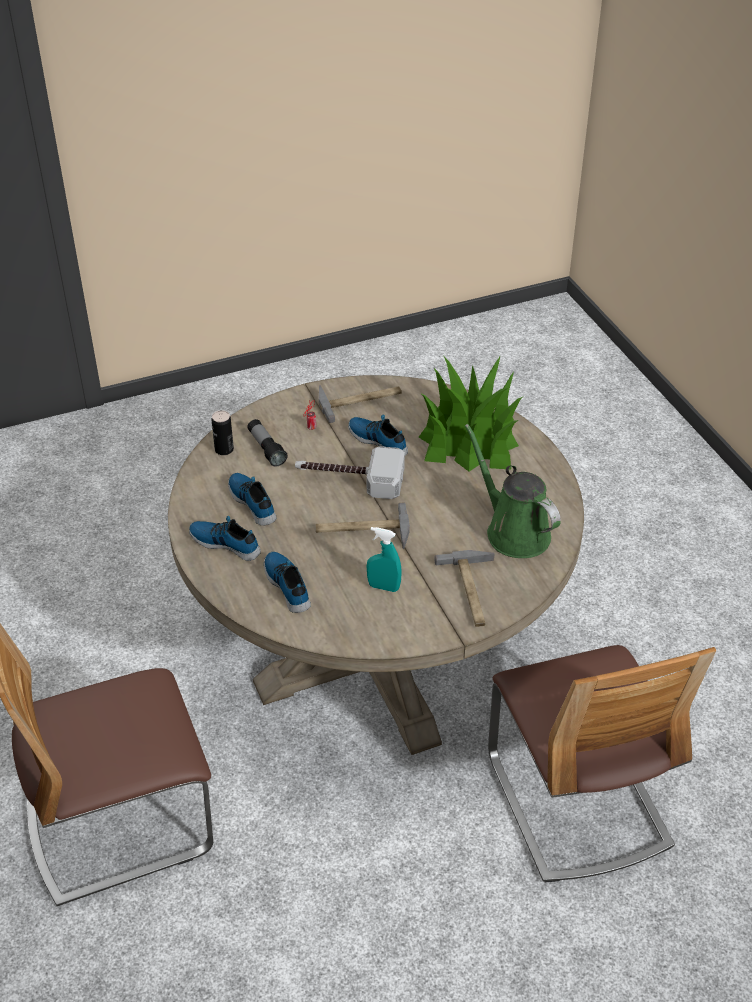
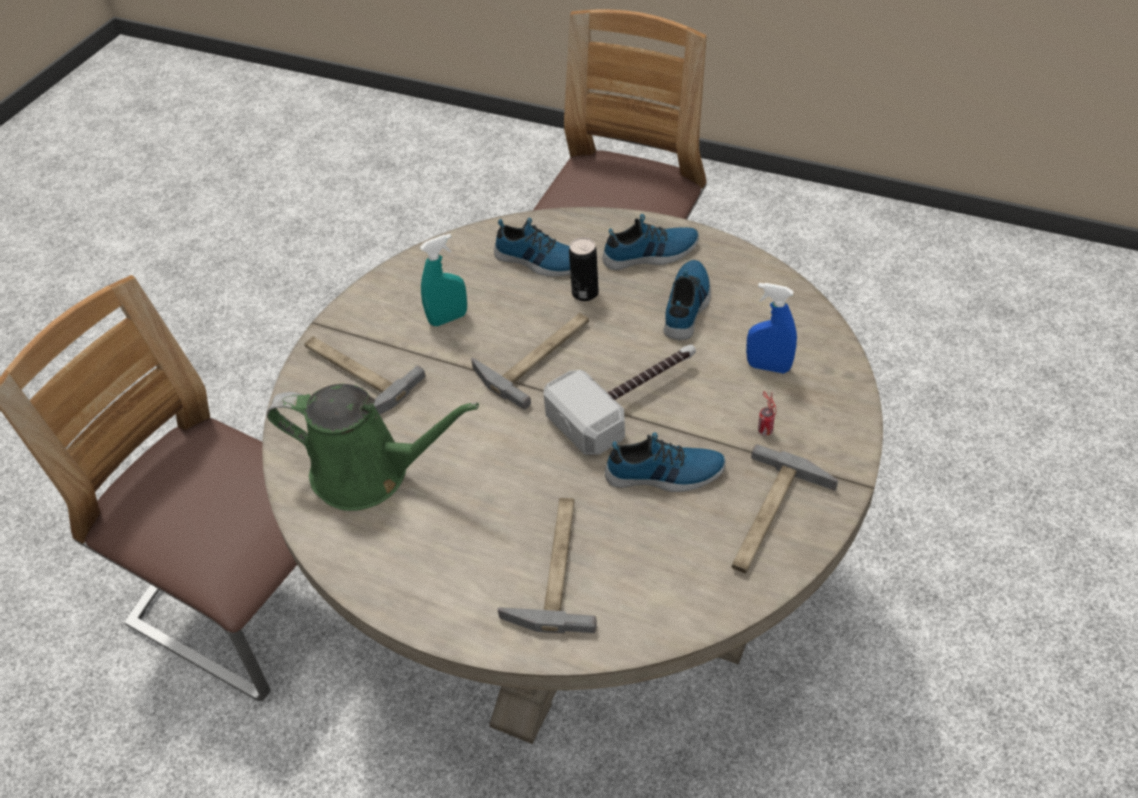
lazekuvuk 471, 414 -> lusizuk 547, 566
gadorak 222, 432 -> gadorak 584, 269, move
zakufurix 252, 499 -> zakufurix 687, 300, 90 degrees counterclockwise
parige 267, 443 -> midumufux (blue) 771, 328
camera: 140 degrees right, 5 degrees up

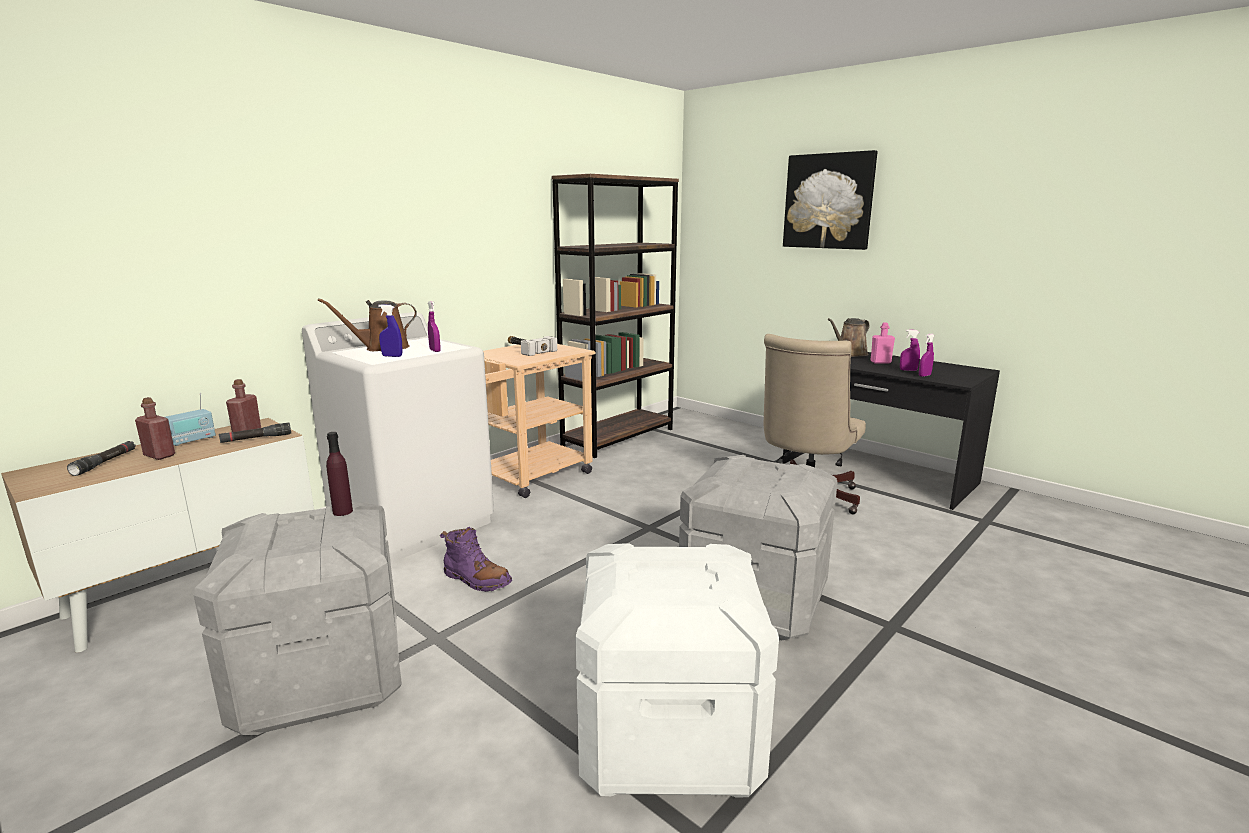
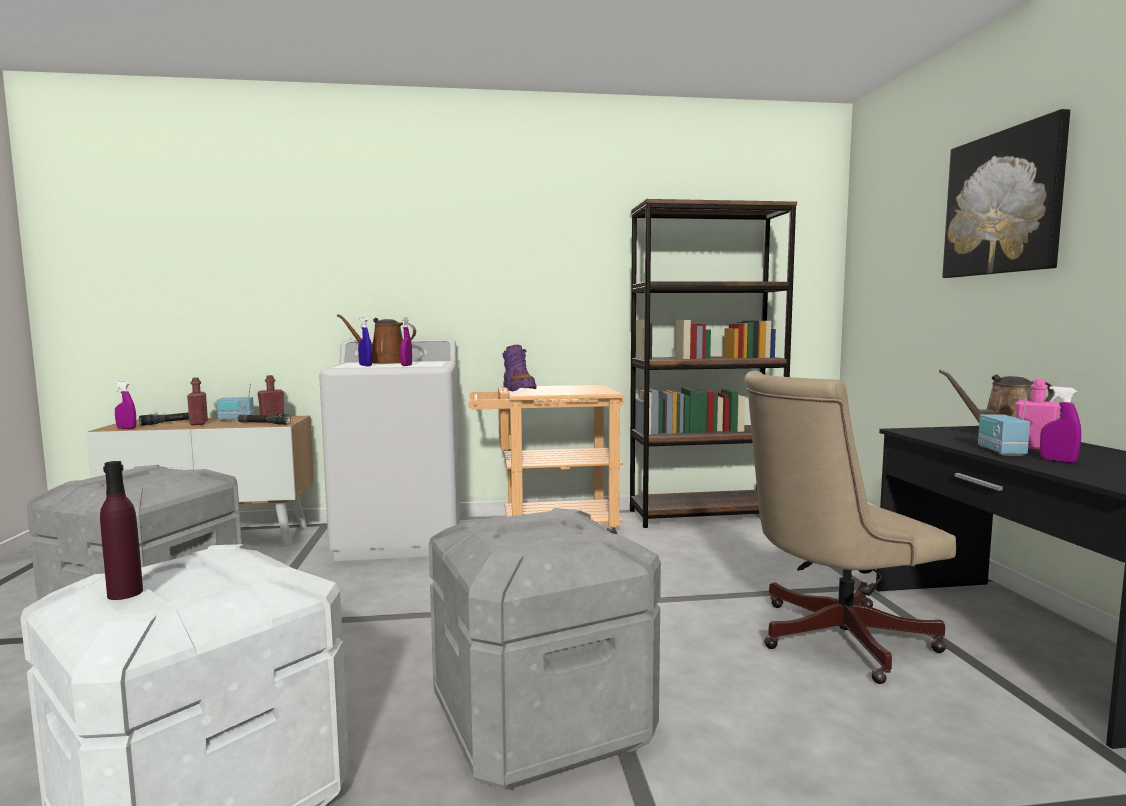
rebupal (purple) 339, 474 -> rebupal (purple) 121, 530, move
midumufux (purple) 927, 355 -> midumufux (purple) 125, 405, move
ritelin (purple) 475, 559 -> ritelin (purple) 519, 368, move
none -> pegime 1004, 427
lusizuk 532, 346 -> none
camera: 40 degrees right, 10 degrees down

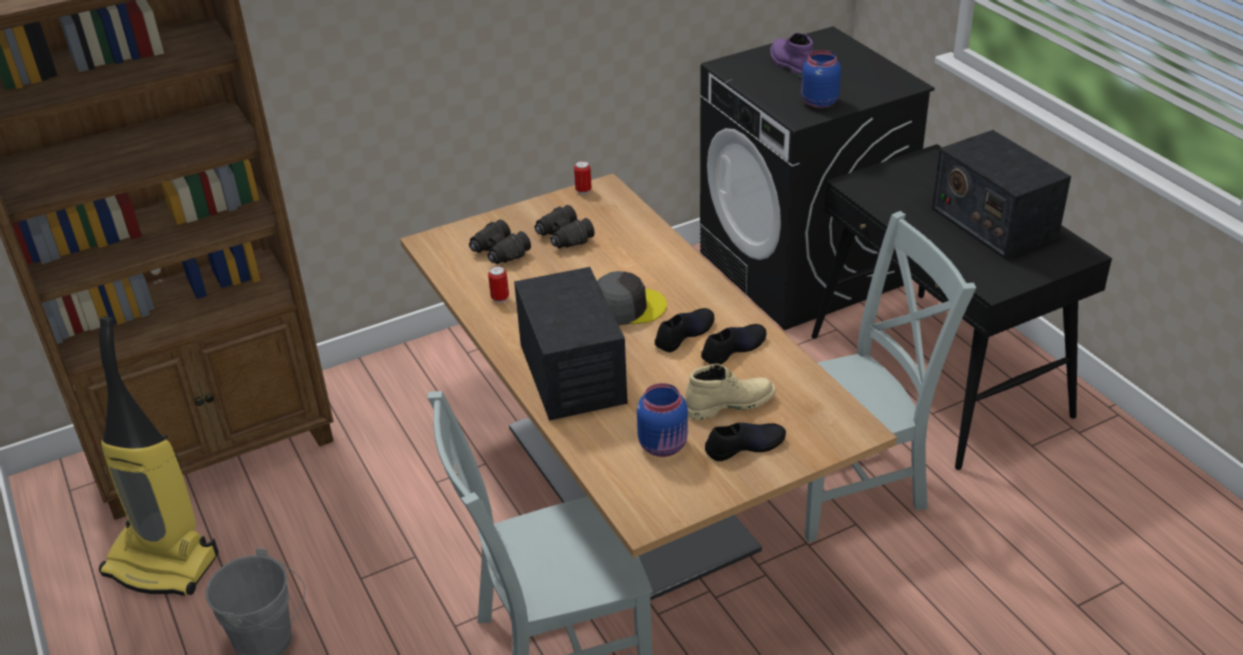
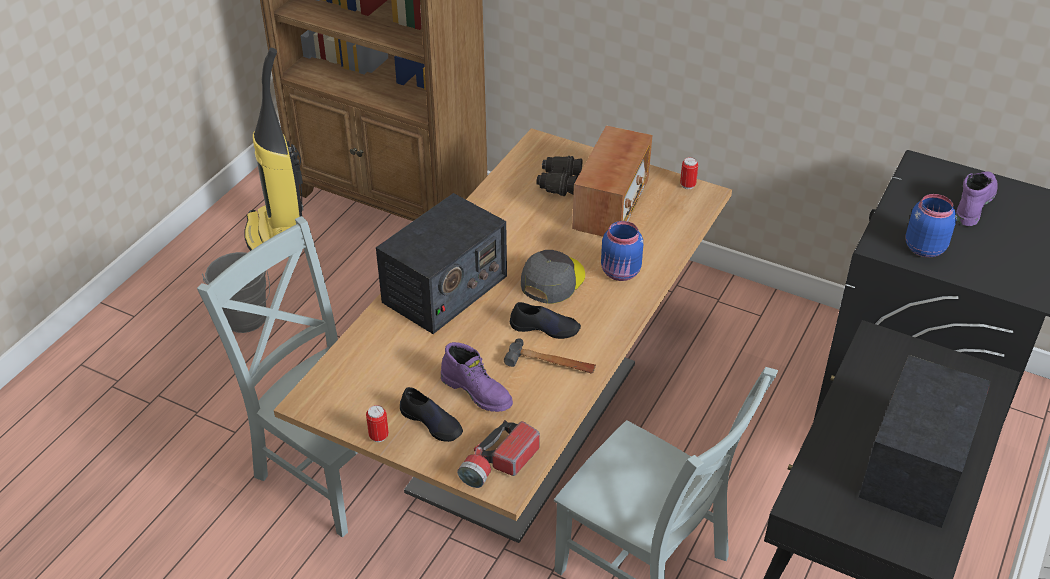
gadorak 498, 284 -> gadorak 377, 423, move
ritelin (beige) 730, 392 -> ritelin (purple) 477, 377
none -> parige 498, 454
zakufurix (black) 734, 344 -> lusizuk 550, 356
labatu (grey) 632, 298 -> labatu (grey) 553, 277, 105 degrees counterclockwise
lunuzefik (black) 565, 226 -> pegime 612, 181
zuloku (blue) 662, 420 -> zuloku (blue) 622, 251, move
camera: 55 degrees right, 5 degrees up

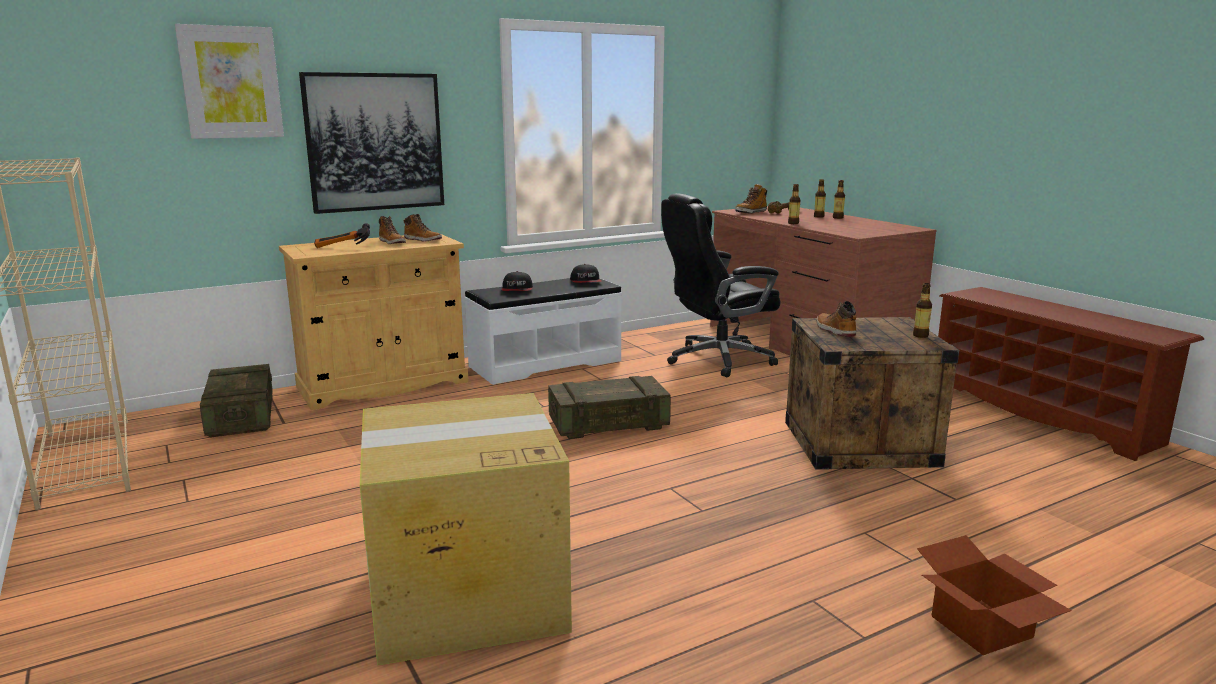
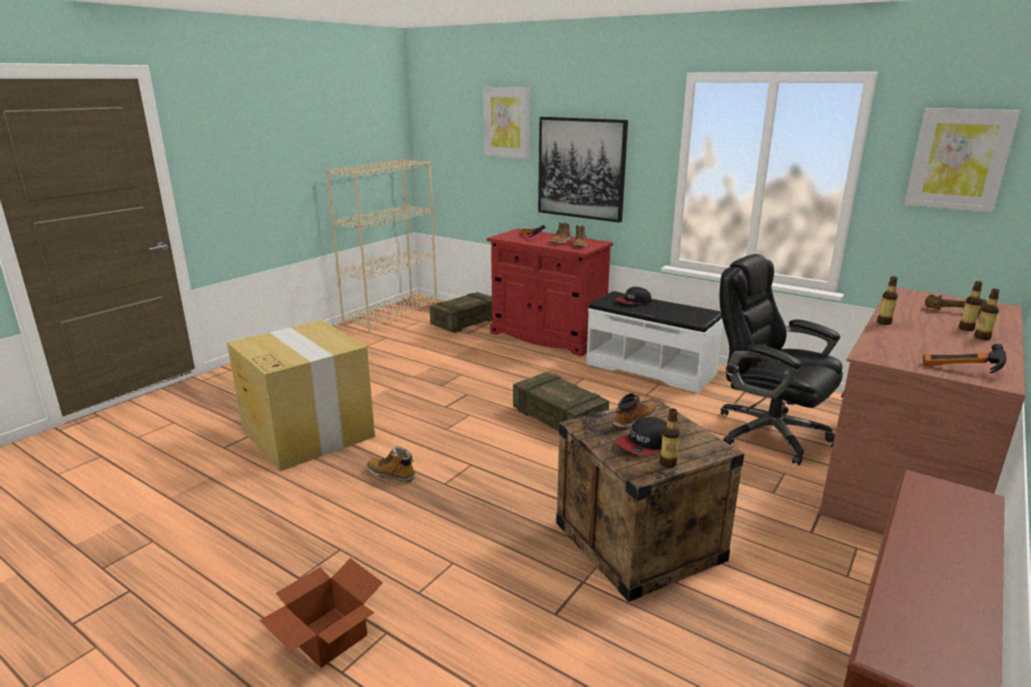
ritelin 751, 198 -> ritelin 391, 464, move
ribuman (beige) 374, 322 -> ribuman (red) 550, 292
labatu 586, 273 -> labatu 641, 436, move
none -> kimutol 963, 160
none -> lusizuk 964, 358
camera: 65 degrees right, 5 degrees up

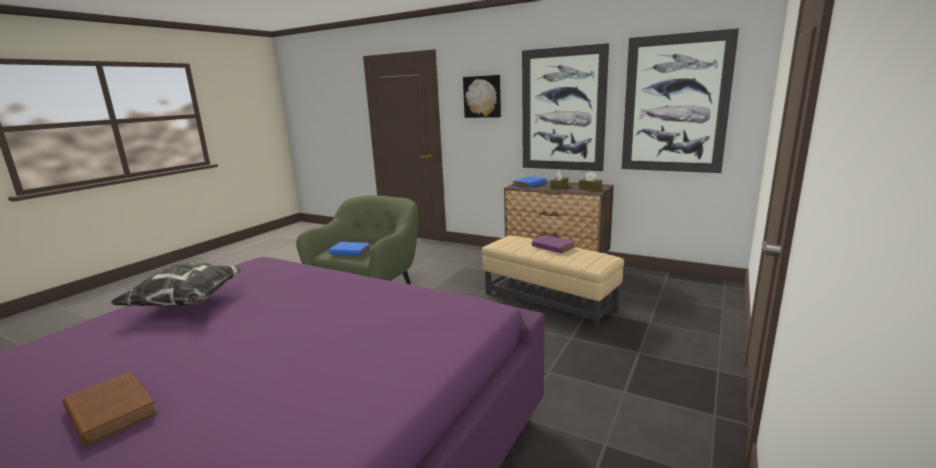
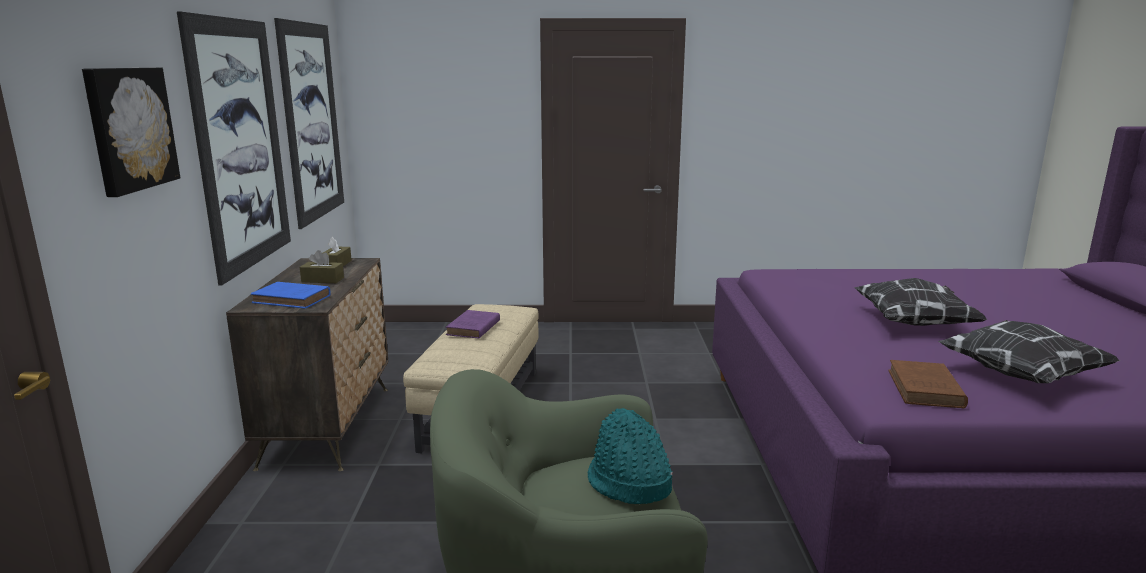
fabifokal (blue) 350, 249 -> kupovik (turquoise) 630, 456
none -> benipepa 921, 302
fabifokal (brown) 110, 409 -> fabifokal (brown) 928, 384, move
camera: 120 degrees left, 0 degrees up

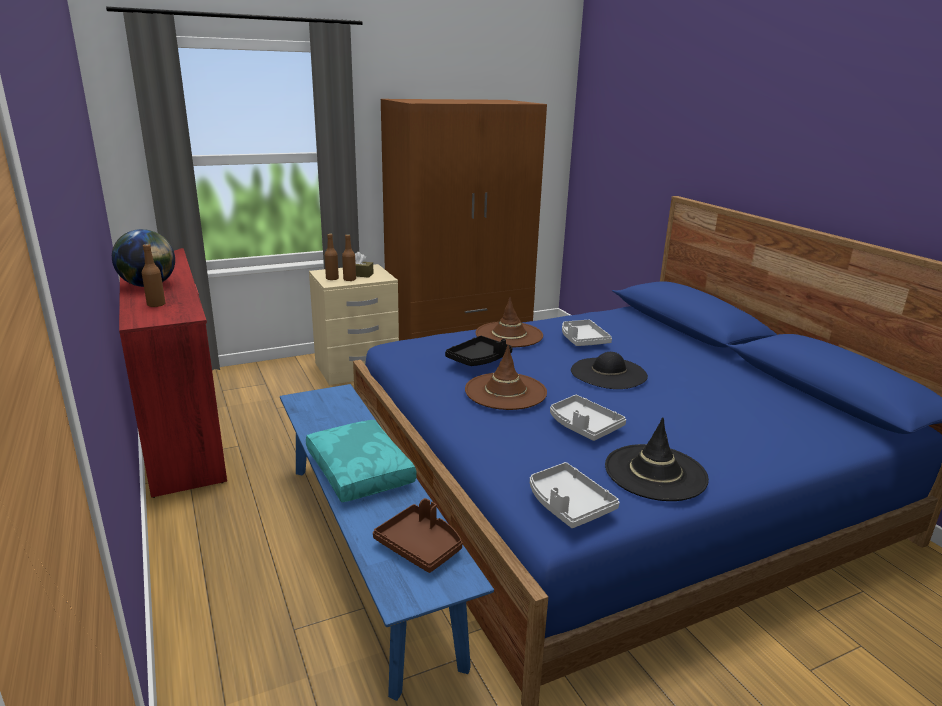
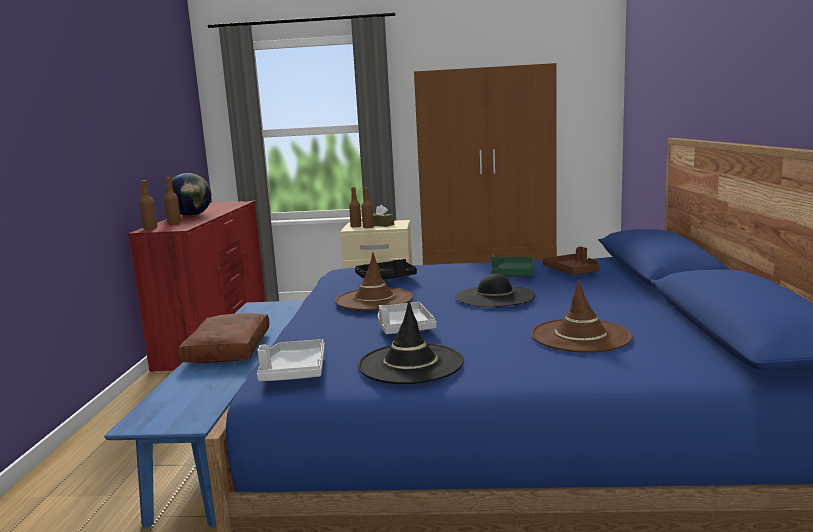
none -> rebupal (brown) 149, 205
benipepa (turquoise) 361, 461 -> benipepa (brown) 223, 338
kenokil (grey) 587, 333 -> kenokil (green) 512, 265
kupovik (brown) 509, 322 -> kupovik (brown) 582, 316, move
kenokil (brown) 418, 535 -> kenokil (brown) 571, 261, move
camera: 30 degrees right, 10 degrees down

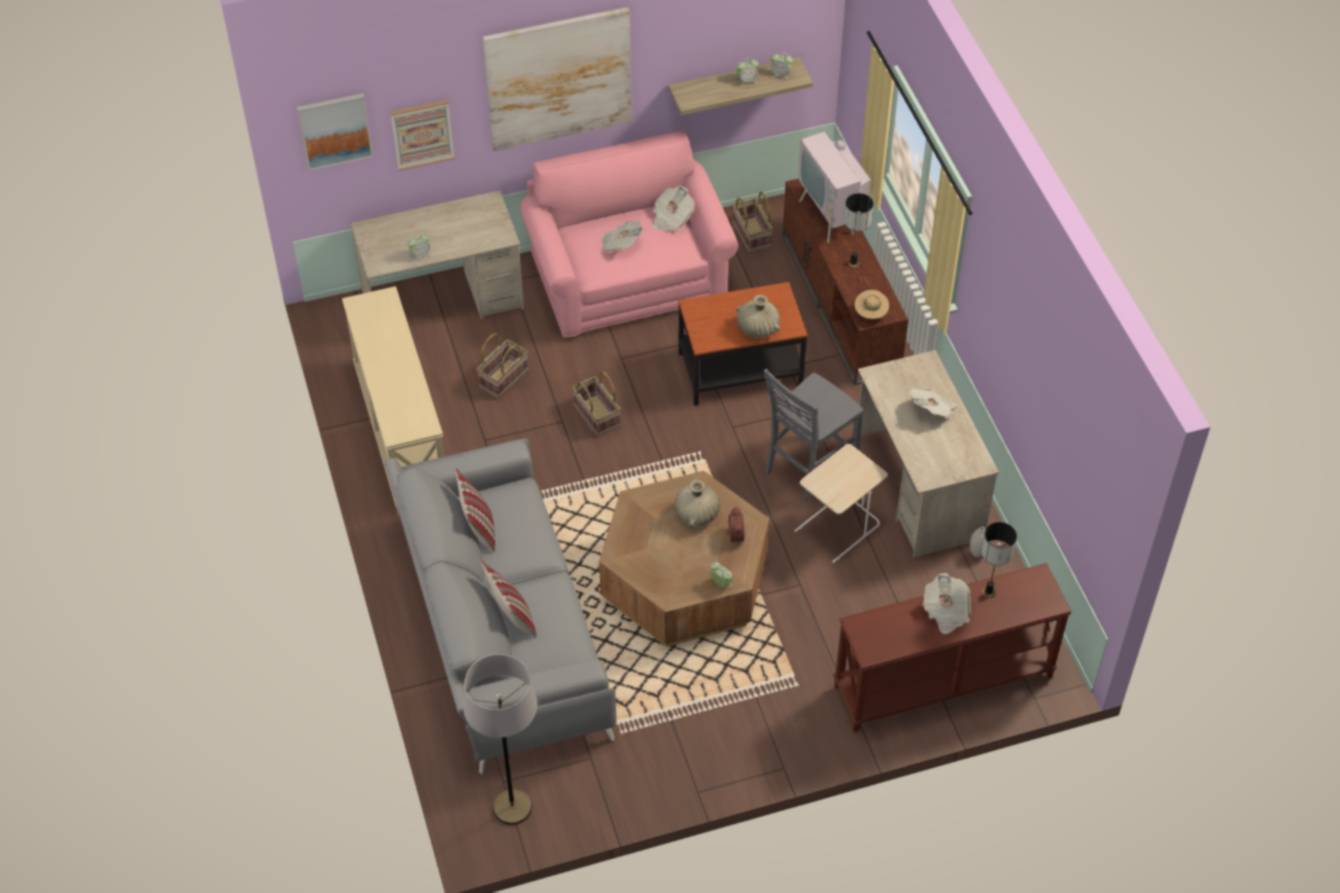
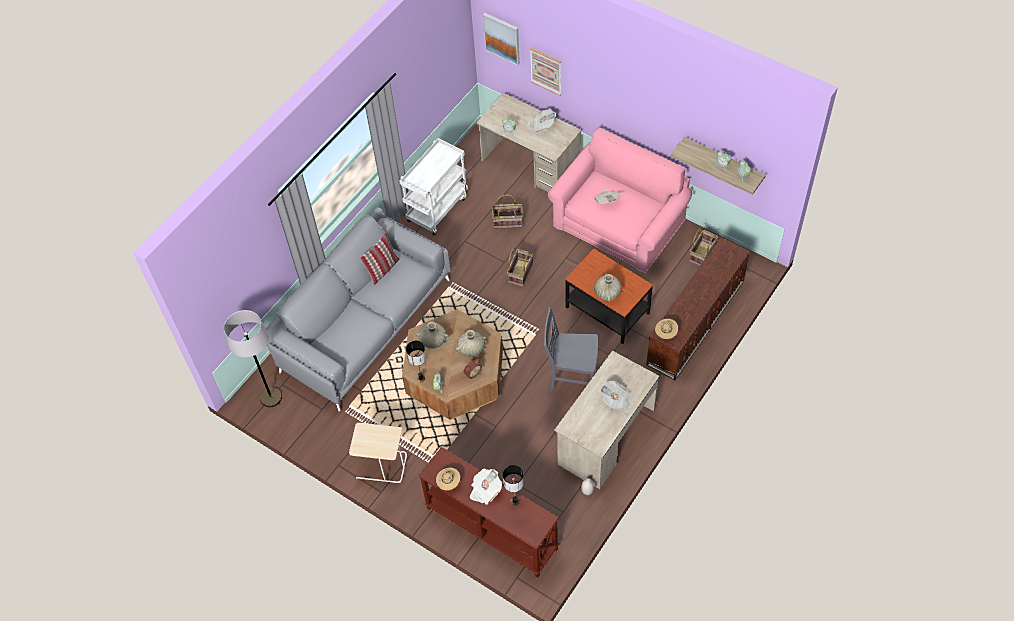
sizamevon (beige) 841, 503 -> sizamevon (beige) 378, 453, move
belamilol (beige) 393, 400 -> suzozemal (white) 433, 187
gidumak 858, 230 -> gidumak 416, 361, move
none -> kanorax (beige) 432, 335
none -> kupovik (beige) 448, 479
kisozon 674, 209 -> kisozon 542, 121, move
benipepa 509, 599 -> none
kimutol 557, 79 -> none
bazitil 834, 174 -> none
camera: 55 degrees right, 5 degrees up

